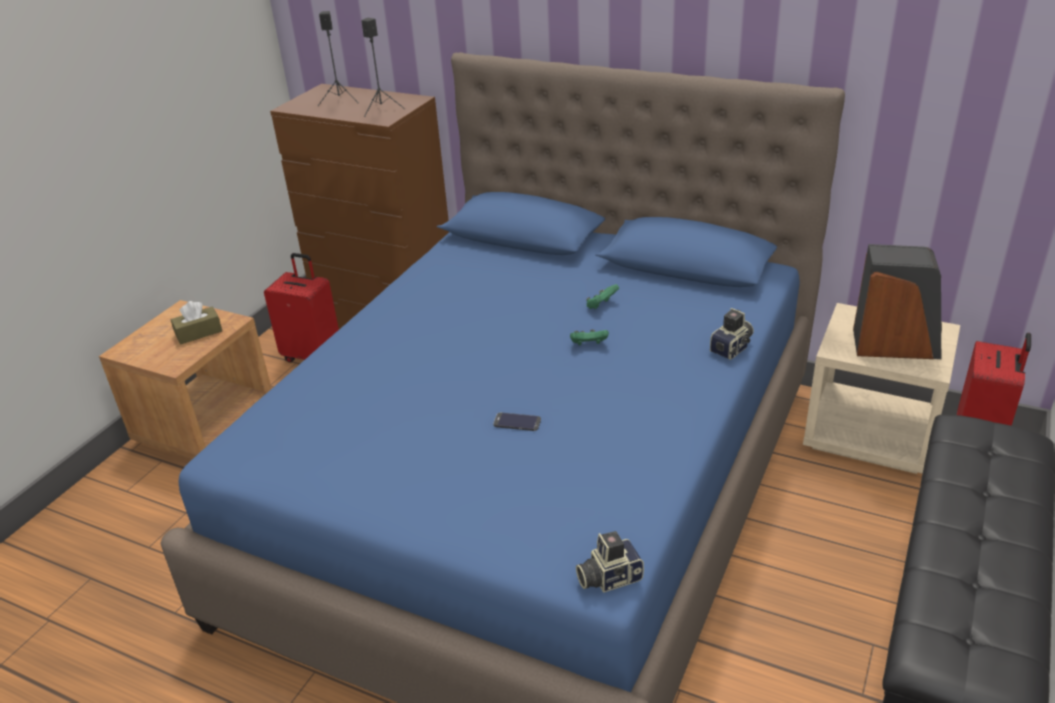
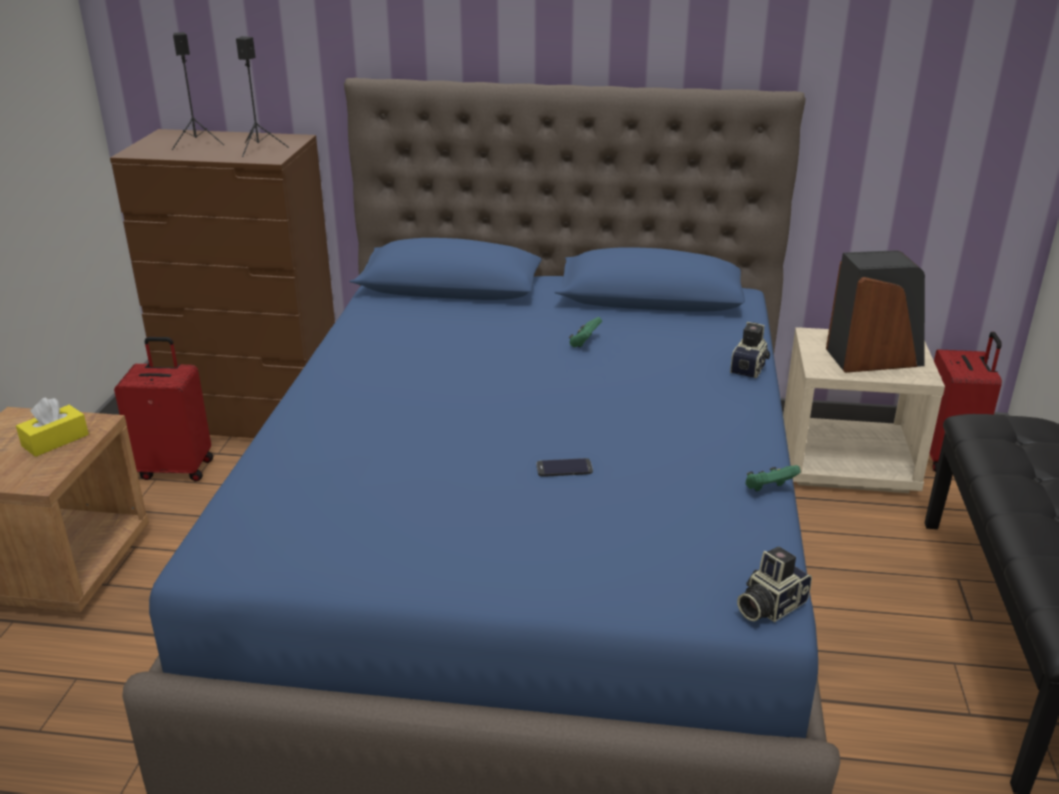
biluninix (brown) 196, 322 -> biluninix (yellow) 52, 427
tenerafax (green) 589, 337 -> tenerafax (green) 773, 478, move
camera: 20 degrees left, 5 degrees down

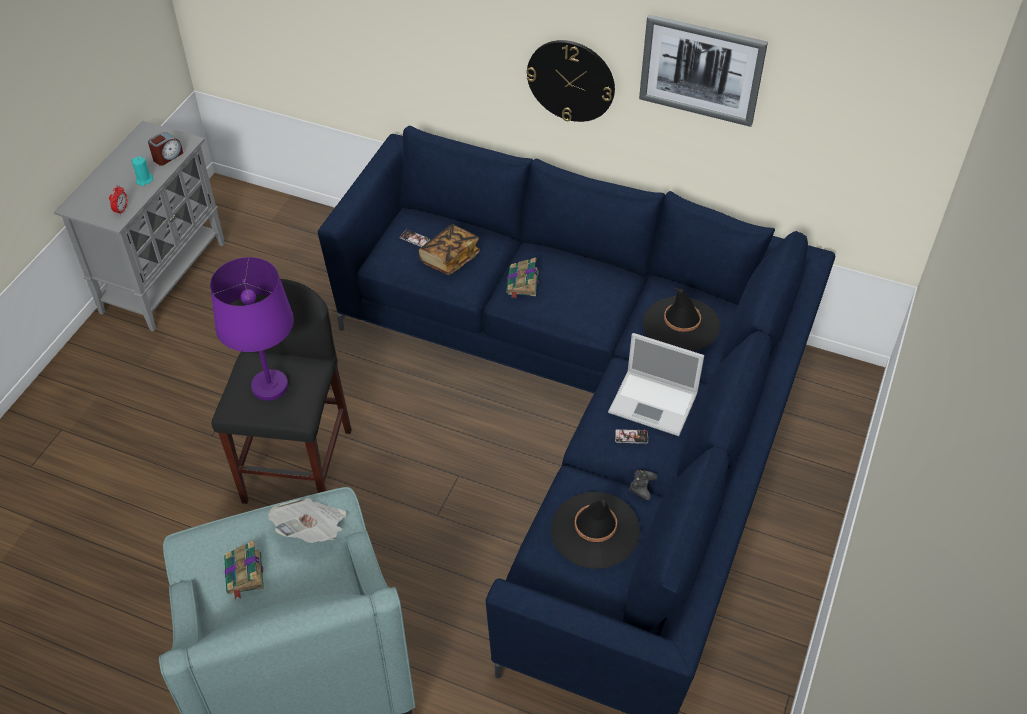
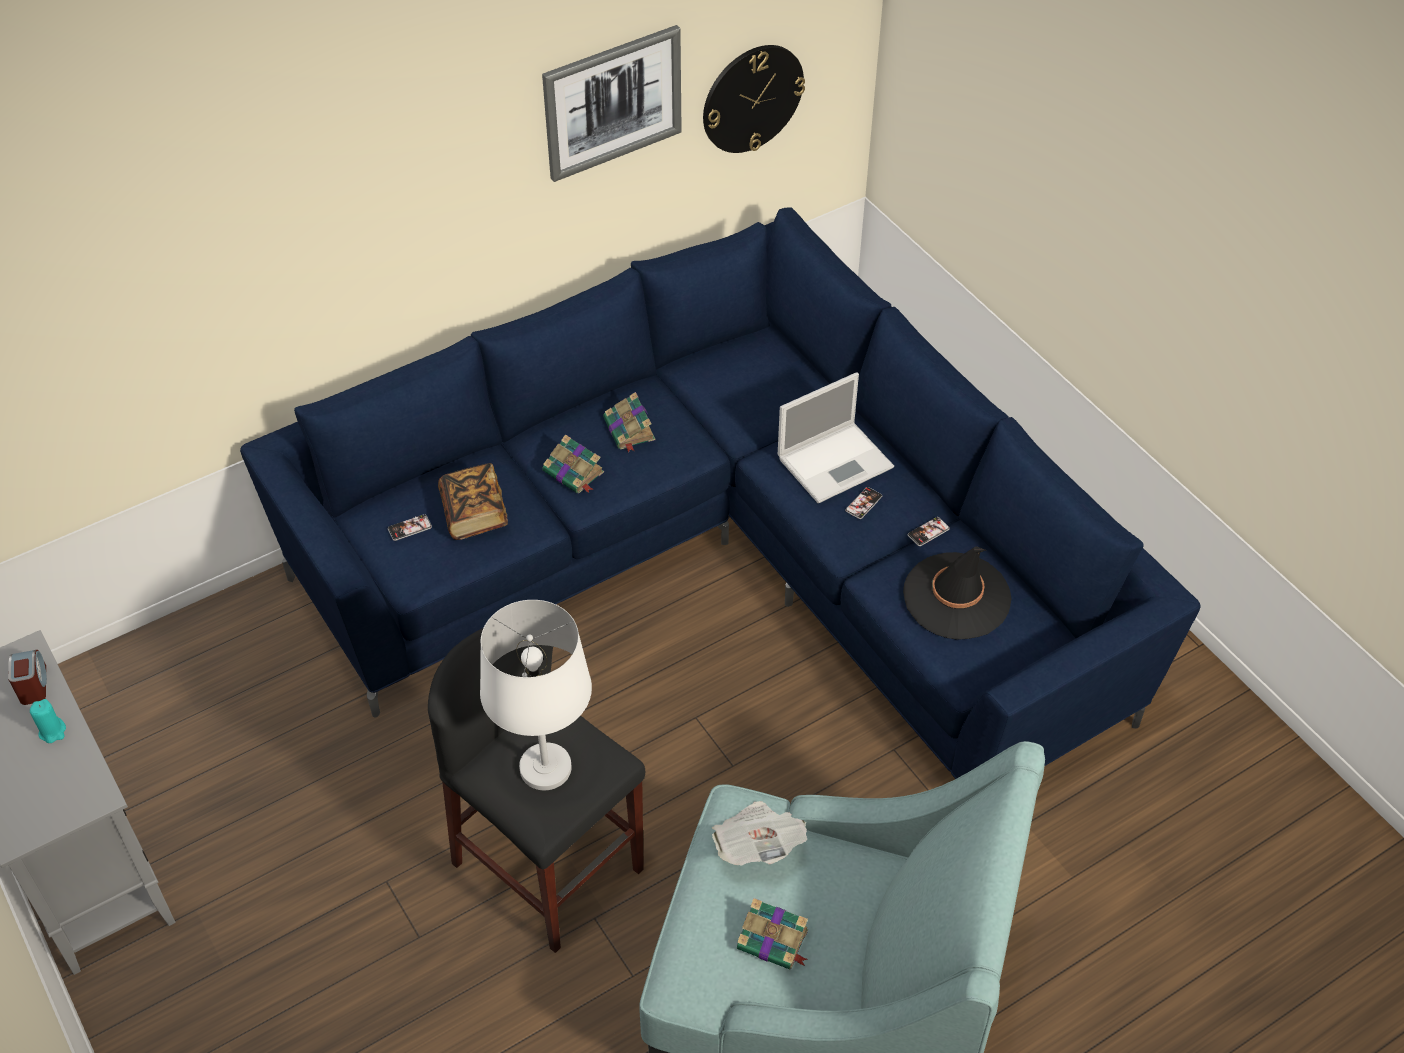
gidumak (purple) 252, 329 -> gidumak (white) 536, 695
none -> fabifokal 629, 422
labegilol 570, 81 -> labegilol 754, 99, move
tenerafax (black) 643, 485 -> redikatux 929, 531
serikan 118, 200 -> none
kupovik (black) 681, 320 -> none
camera: 55 degrees left, 0 degrees up

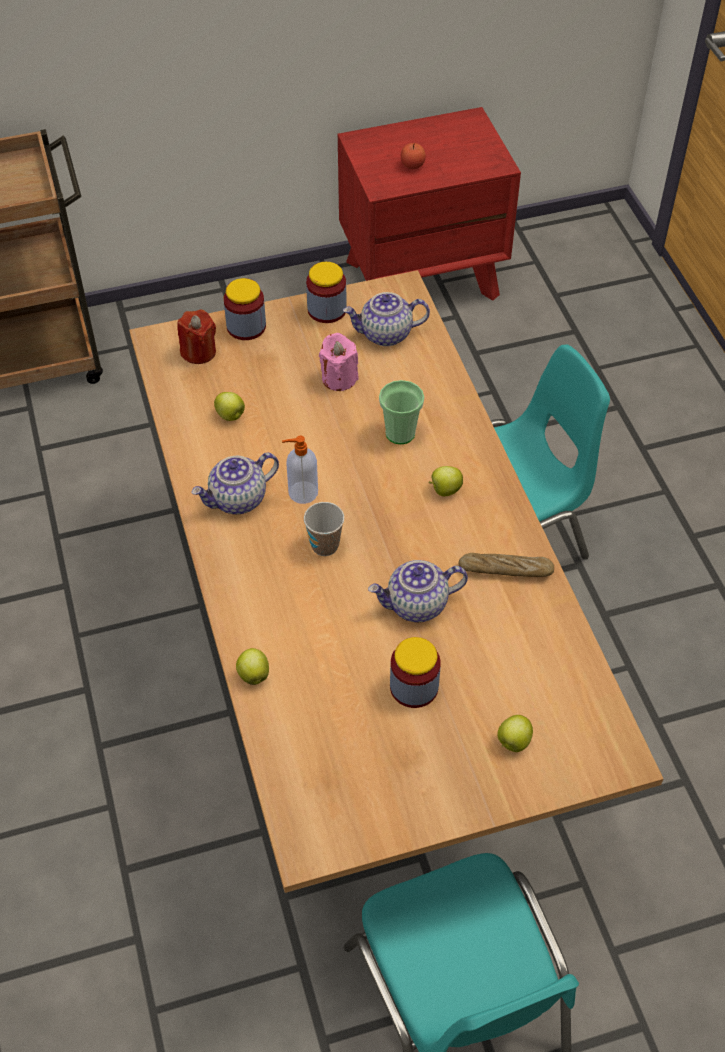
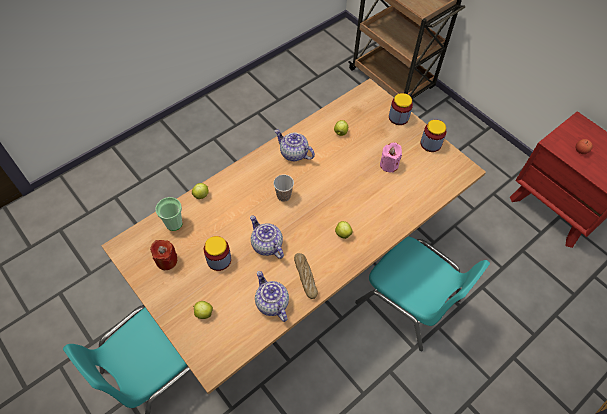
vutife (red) 196, 337 -> vutife (red) 163, 255, move
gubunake 401, 412 -> gubunake 169, 214, move
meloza 386, 319 -> meloza 272, 296, move
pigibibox 300, 470 -> none
camera: 65 degrees right, 5 degrees up

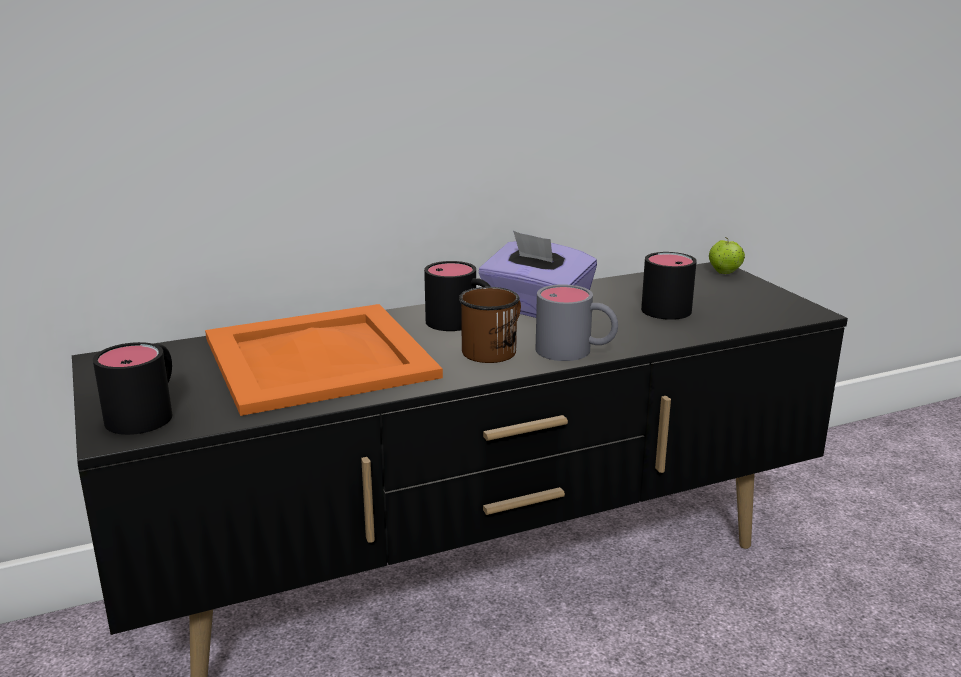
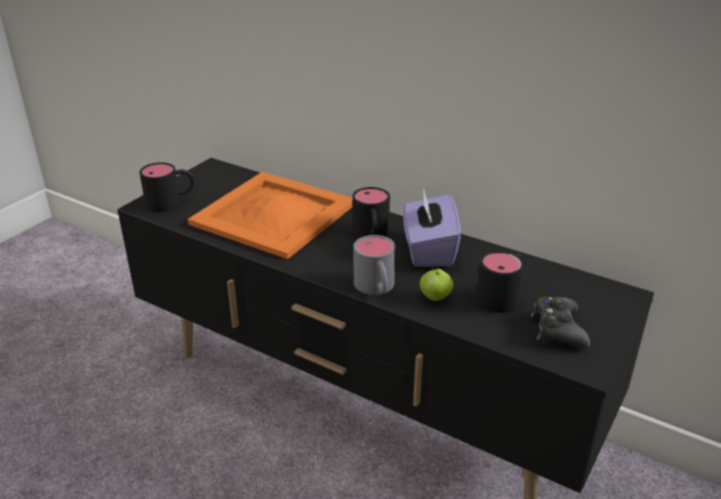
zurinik 727, 255 -> zurinik 436, 284, move
none -> tenerafax (black) 560, 322
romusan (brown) 490, 325 -> none
camera: 55 degrees right, 10 degrees up

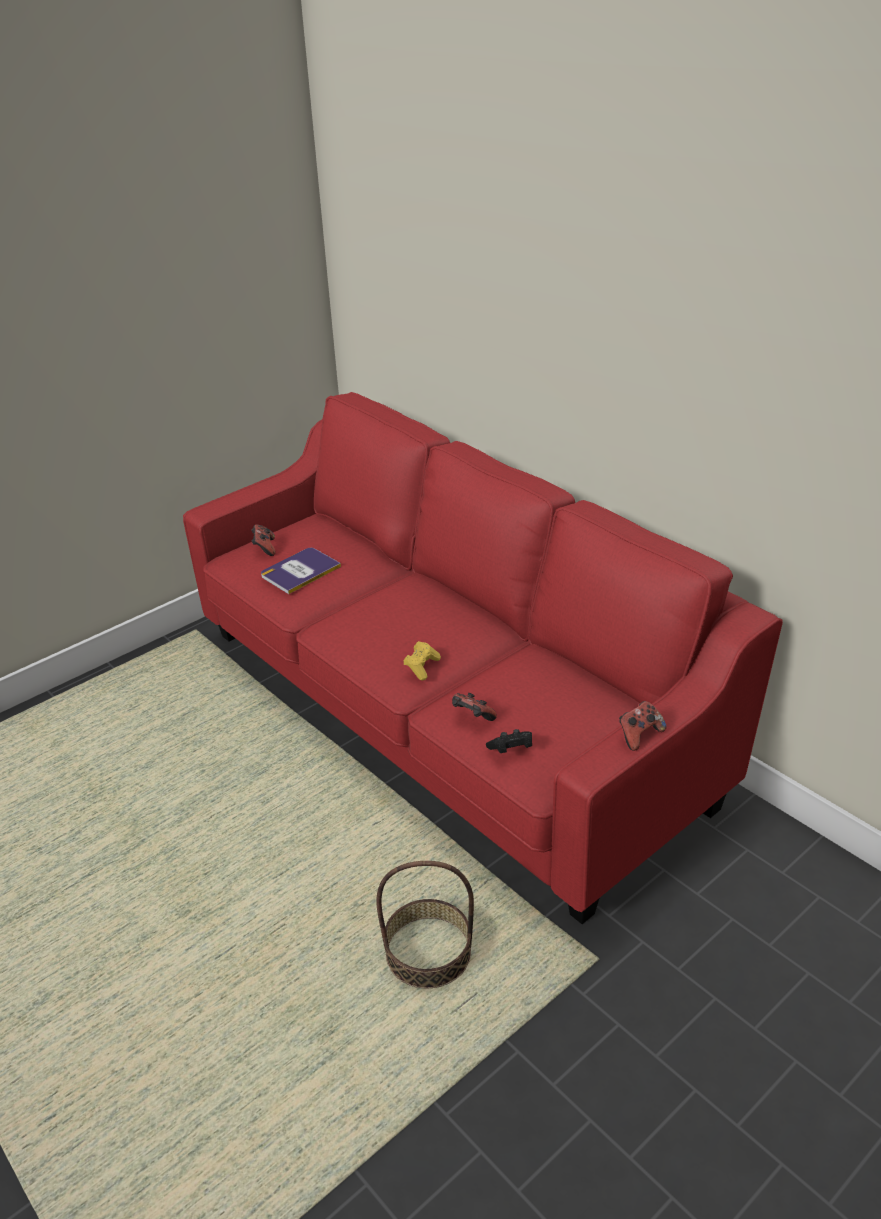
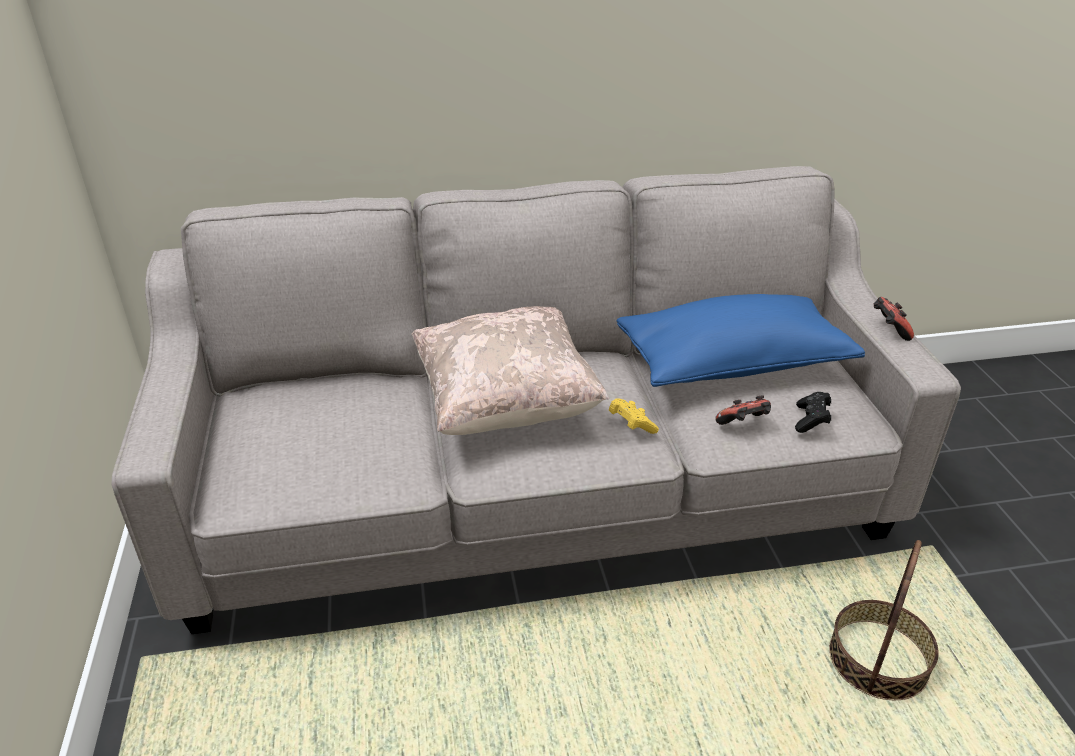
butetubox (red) 483, 658 -> butetubox (grey) 536, 400
none -> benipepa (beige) 510, 370
none -> benipepa (blue) 741, 340
tenerafax 263, 540 -> none
fabifokal 301, 571 -> none
camera: 60 degrees left, 0 degrees up

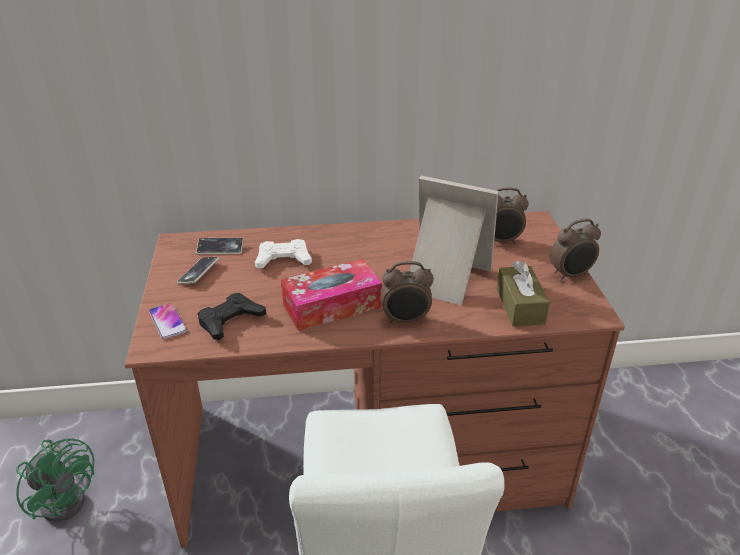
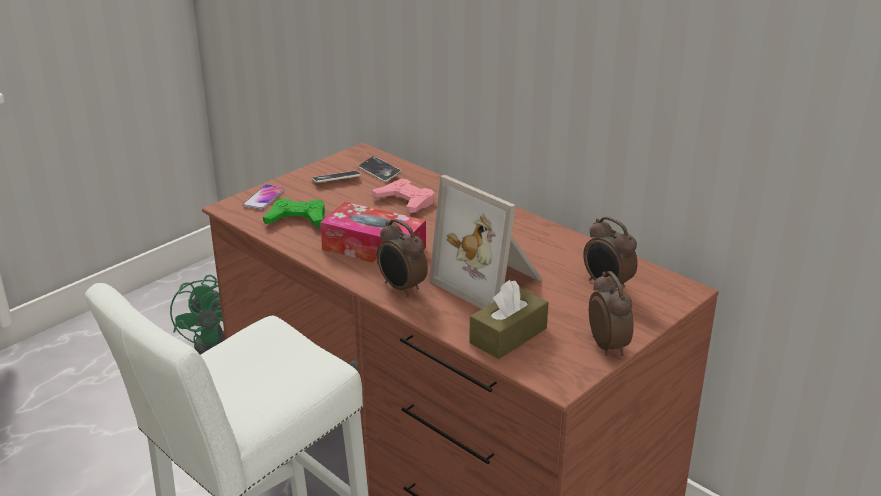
tenerafax (black) 232, 316 -> tenerafax (green) 294, 212
tenerafax (white) 283, 254 -> tenerafax (pink) 403, 196
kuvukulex 454, 240 -> kuvukulex 485, 242, 150 degrees clockwise
serikan 575, 250 -> serikan 611, 313, 135 degrees counterclockwise
camera: 50 degrees right, 5 degrees down

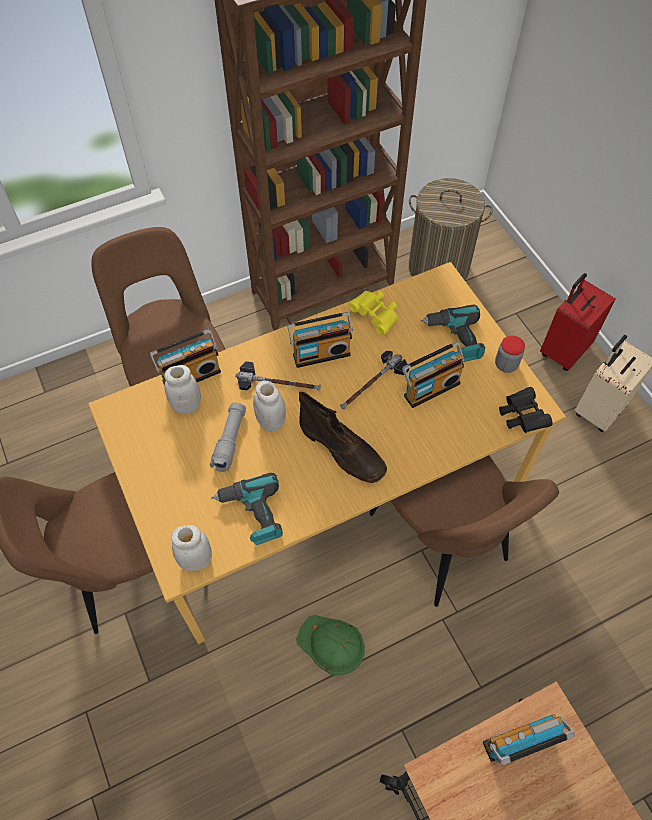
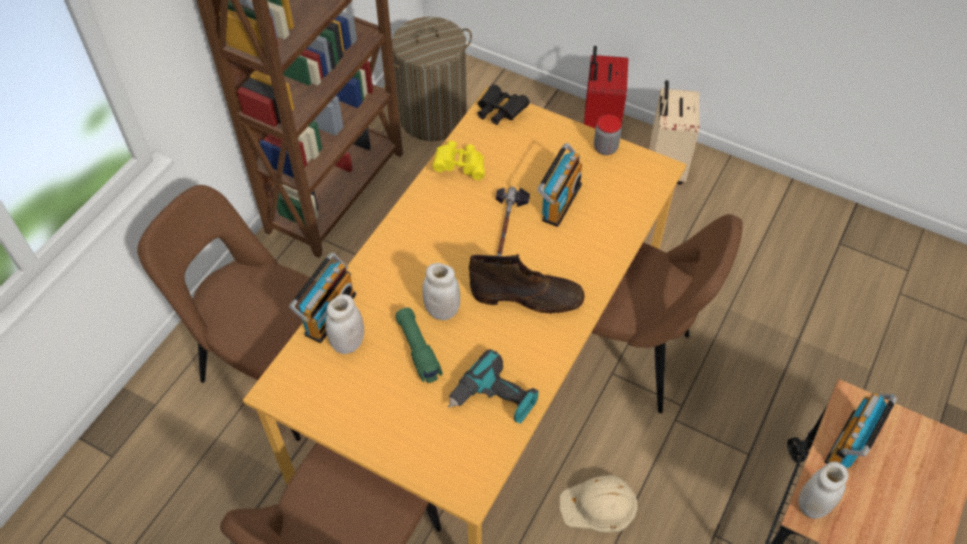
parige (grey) 228, 437 -> parige (green) 419, 345
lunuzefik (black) 526, 410 -> lunuzefik (black) 503, 104, move
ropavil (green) 330, 645 -> ropavil (beige) 598, 504
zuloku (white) 191, 548 -> zuloku (white) 823, 490, move
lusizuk 278, 376 -> none
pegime 320, 340 -> none
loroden 453, 333 -> none
camera: 35 degrees left, 5 degrees down

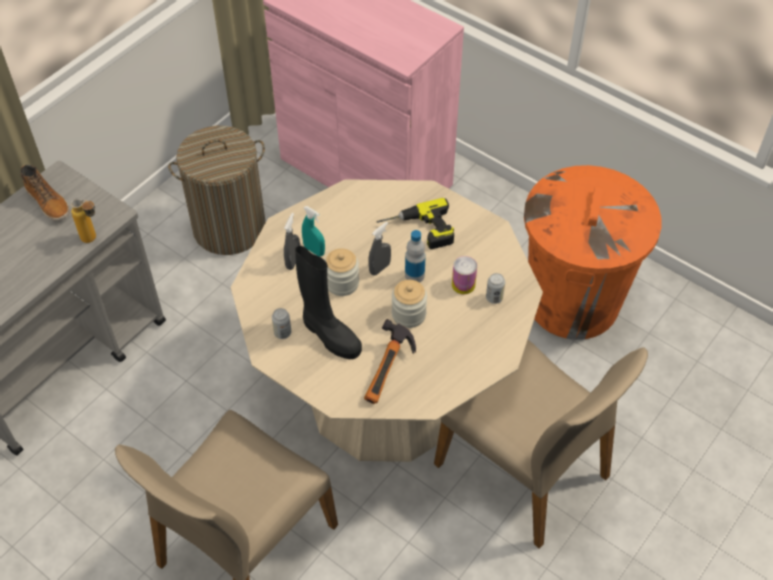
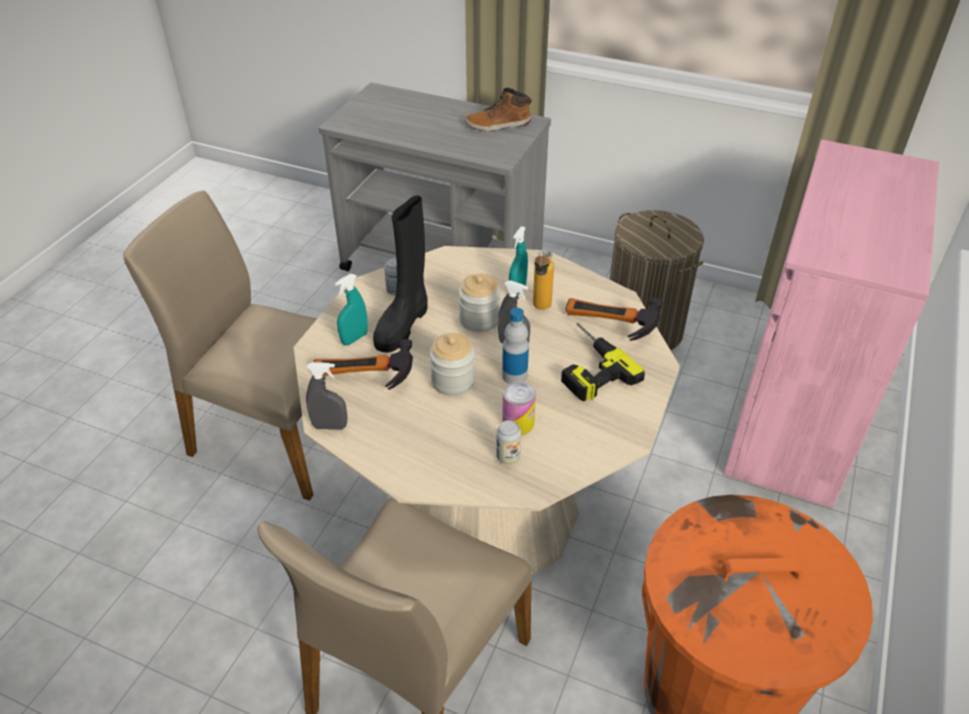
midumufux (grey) 292, 241 -> midumufux (grey) 326, 396, move
none -> midumufux (turquoise) 351, 309
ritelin 45, 193 -> ritelin 498, 109, 45 degrees clockwise
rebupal 83, 221 -> rebupal 543, 279, move
none -> lusizuk 614, 319
camera: 75 degrees right, 10 degrees down

